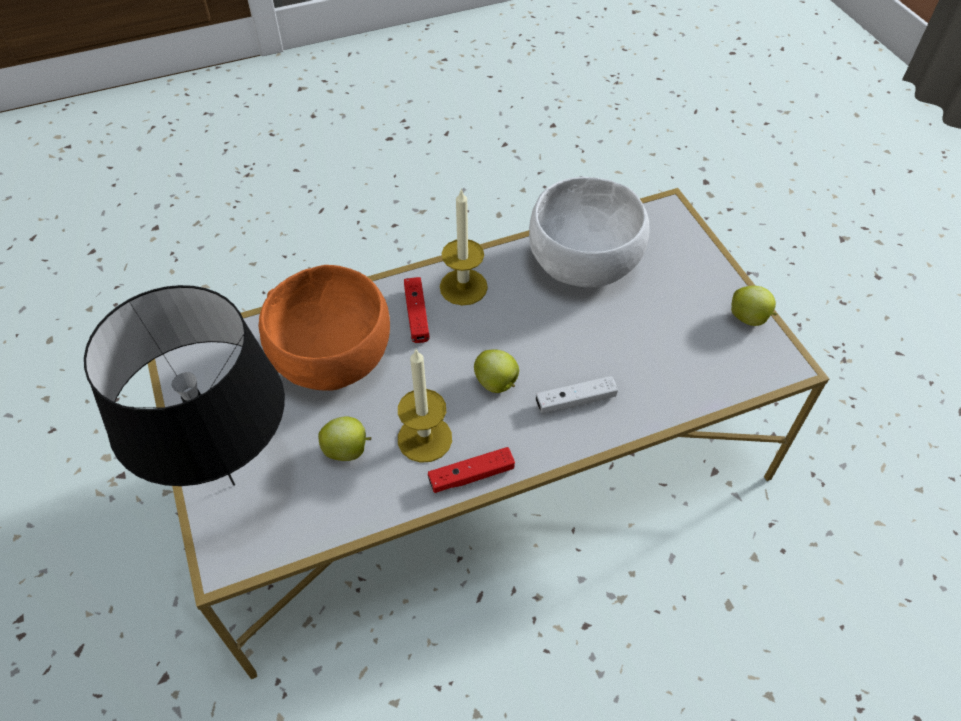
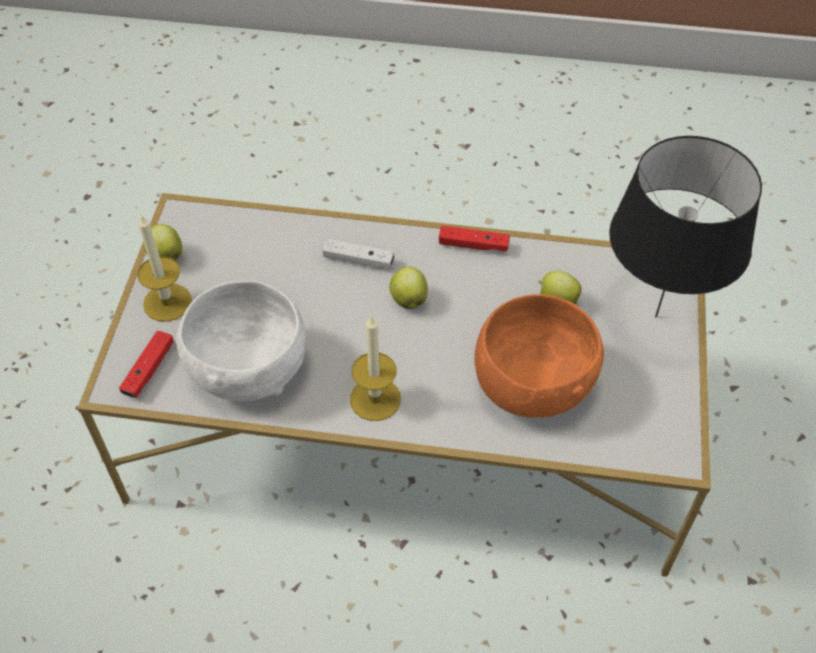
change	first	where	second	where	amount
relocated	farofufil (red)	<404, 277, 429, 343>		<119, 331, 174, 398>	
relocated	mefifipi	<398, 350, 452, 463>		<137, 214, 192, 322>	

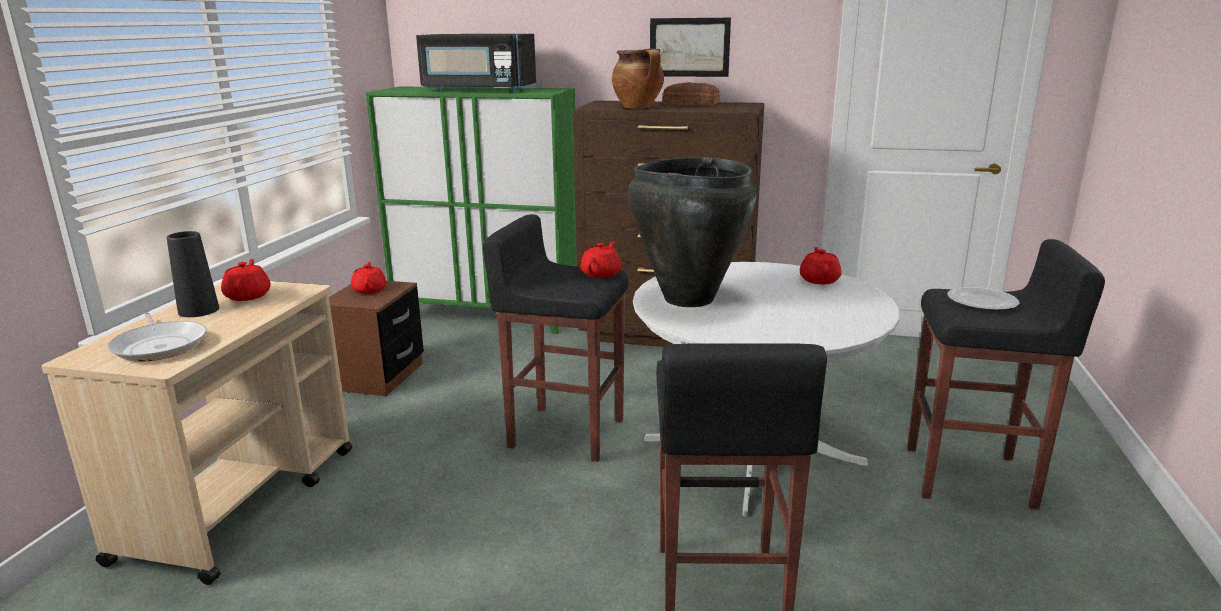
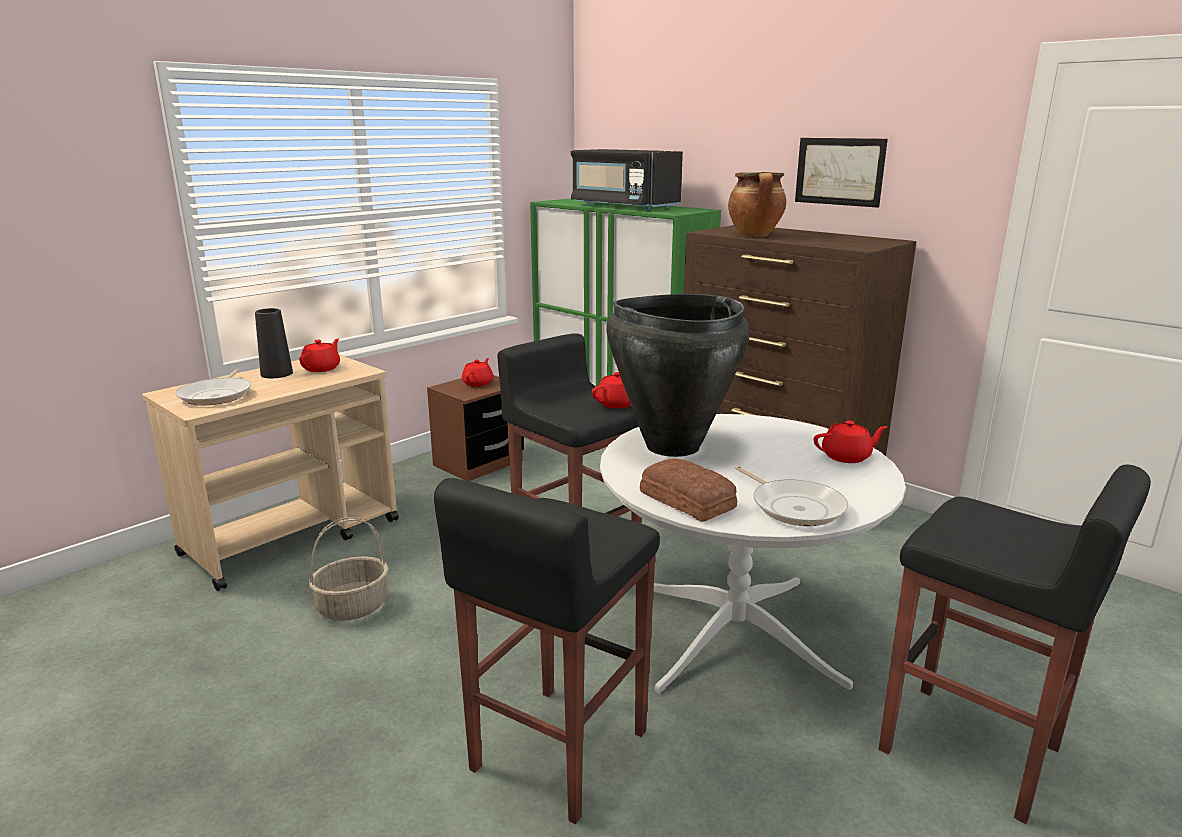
change	first	where	second	where	amount
relocated	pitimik	<662, 82, 720, 106>		<640, 459, 737, 522>	
spun	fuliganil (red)	<800, 247, 842, 284>		<814, 421, 888, 463>	45 degrees clockwise
missing	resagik	<947, 287, 1019, 310>			
appeared			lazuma	<735, 466, 848, 526>	
appeared			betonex	<309, 517, 389, 621>	

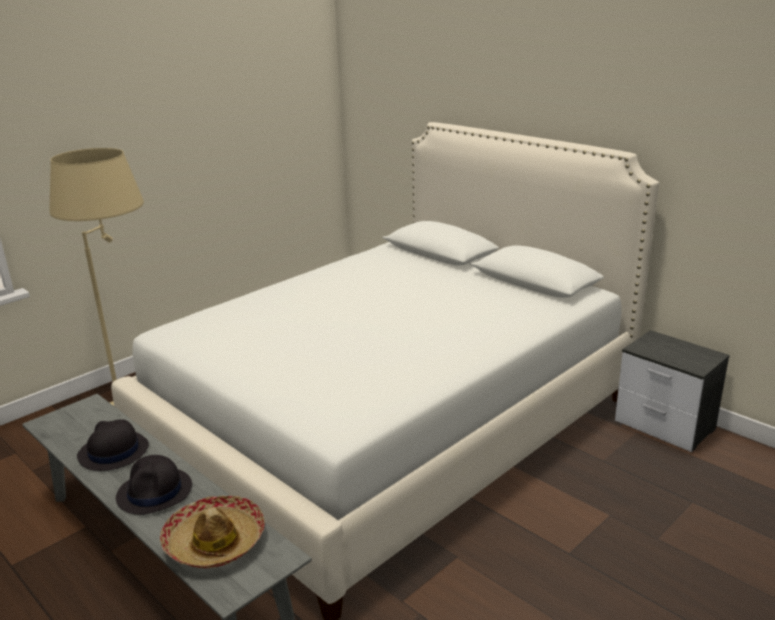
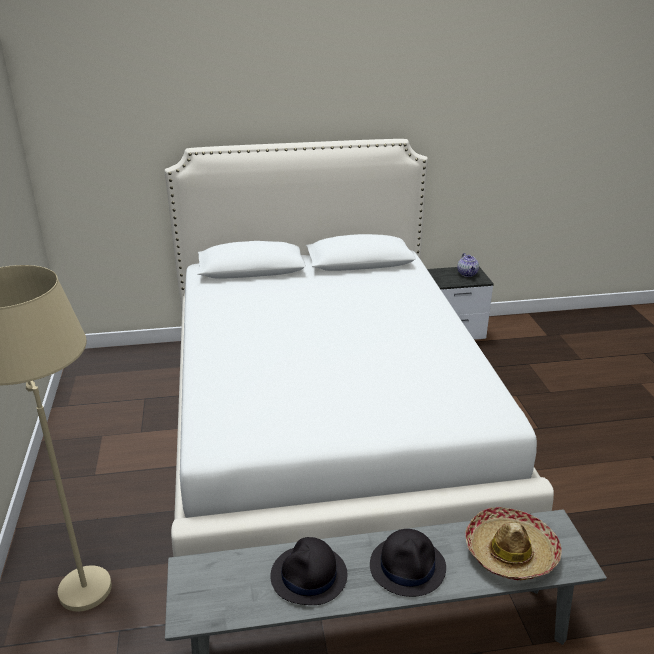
change	first	where	second	where	amount
appeared			fuliganil	<457, 253, 479, 277>	

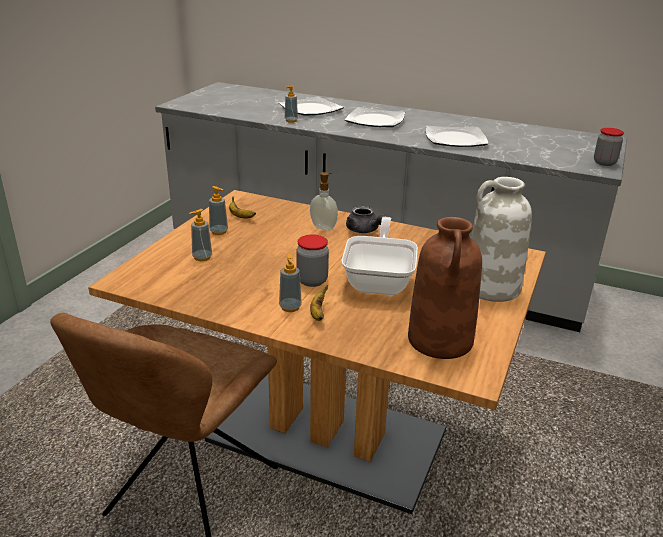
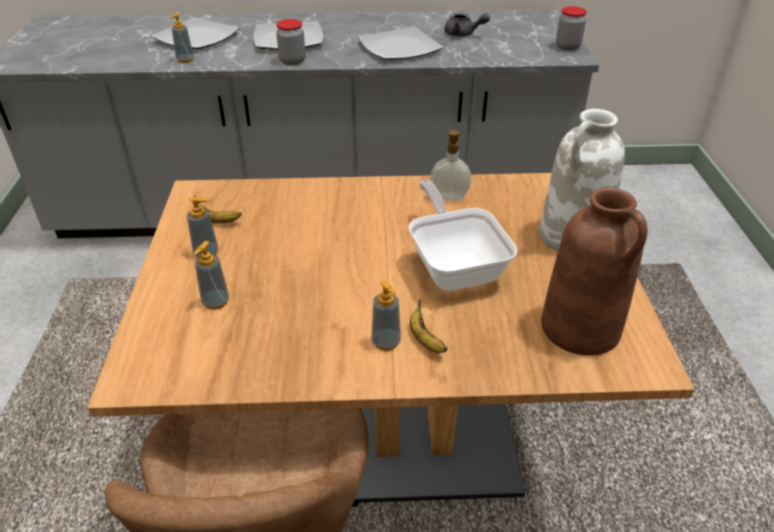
change	first	where	second	where	amount
relocated	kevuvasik	<310, 172, 338, 231>		<431, 129, 471, 201>	
relocated	fuliganil (grey)	<346, 206, 387, 233>		<445, 12, 490, 37>	
relocated	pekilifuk	<296, 234, 329, 287>		<276, 19, 305, 65>	

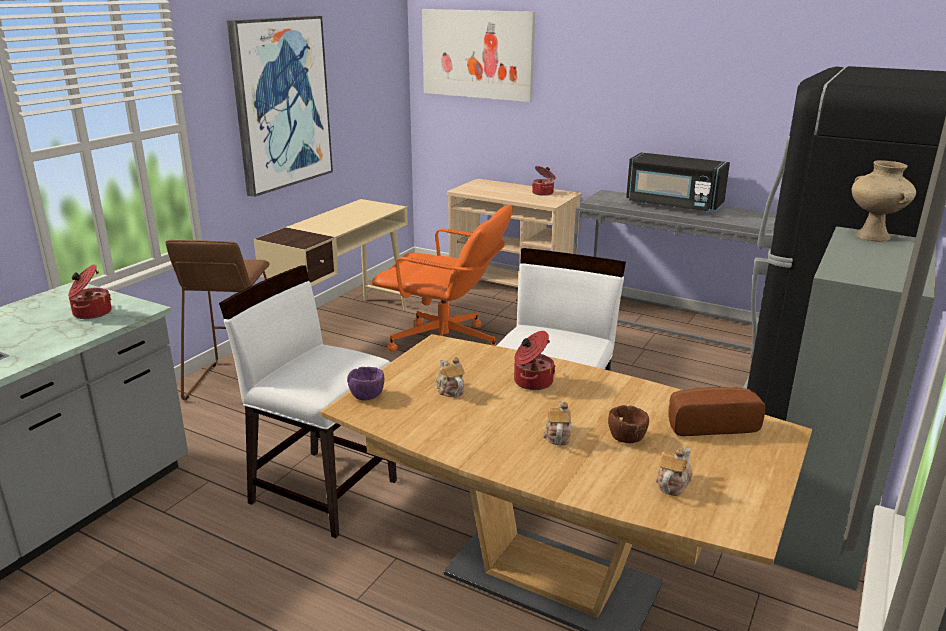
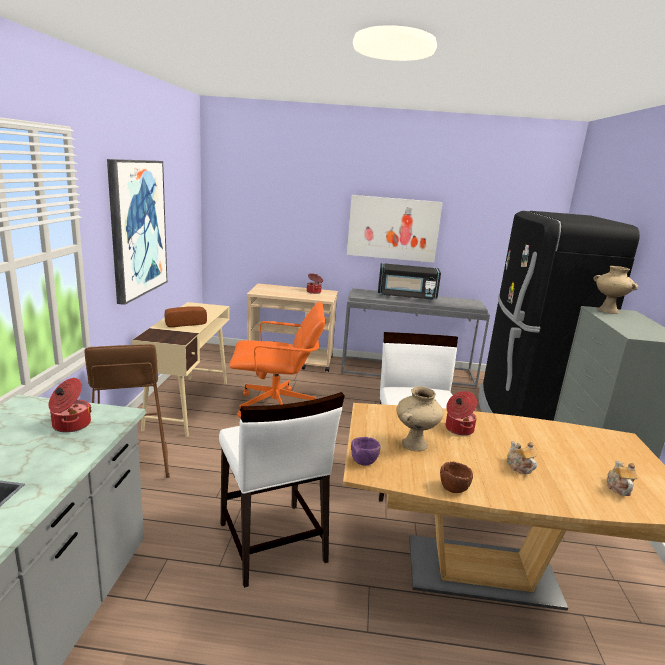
change	first	where	second	where	amount
relocated	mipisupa	<422, 9, 535, 102>		<347, 195, 443, 263>	
spun	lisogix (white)	<219, 266, 397, 538>		<219, 392, 345, 588>	120 degrees counterclockwise
exchanged	fuliganil	<436, 357, 465, 397>	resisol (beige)	<397, 386, 443, 451>	
relocated	pitimik	<668, 387, 765, 436>		<165, 306, 207, 327>	
relocated	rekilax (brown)	<608, 405, 649, 443>		<440, 462, 473, 493>	

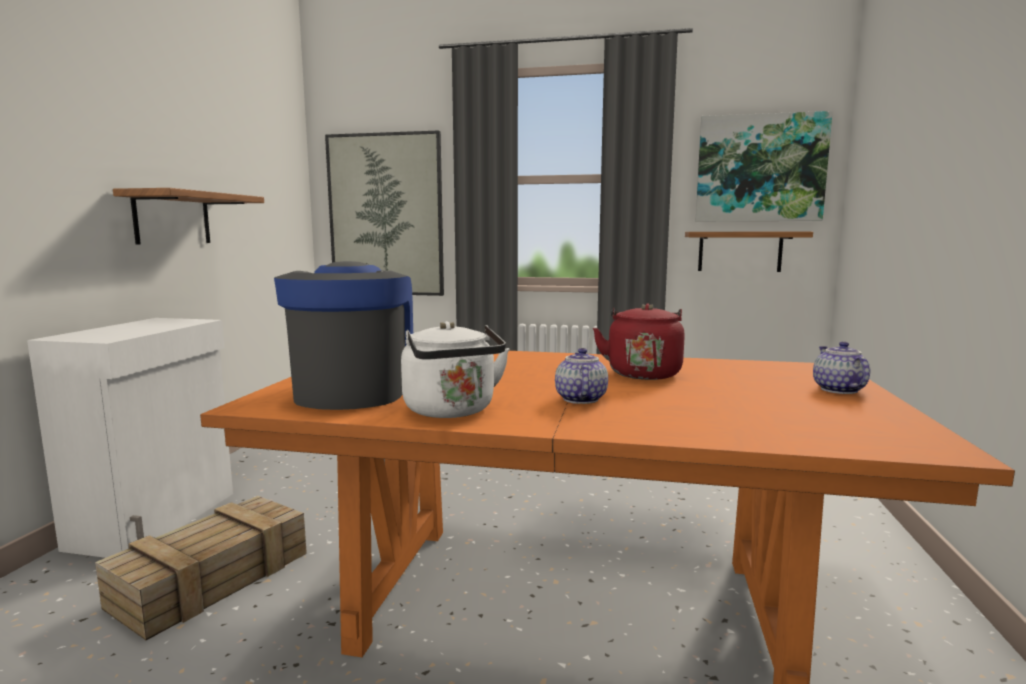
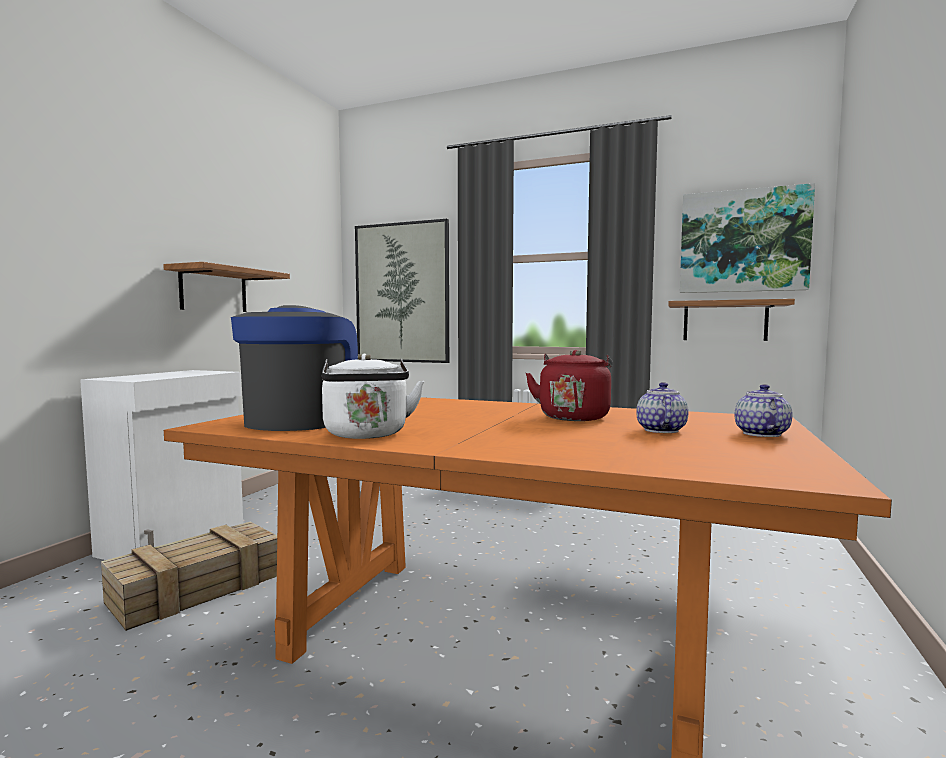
change	first	where	second	where	amount
relocated	fuliganil	<555, 348, 608, 404>		<636, 382, 689, 433>	

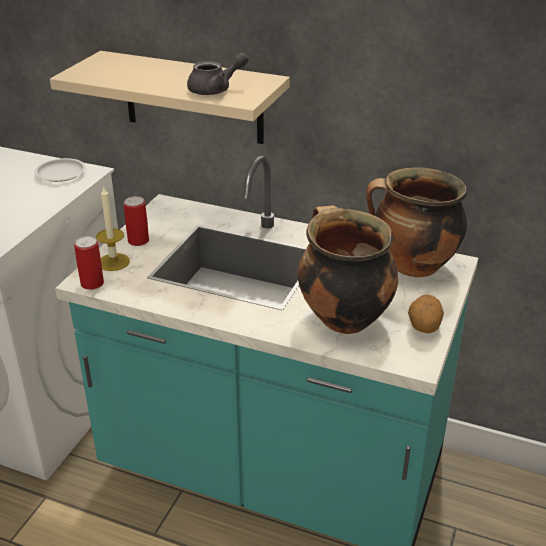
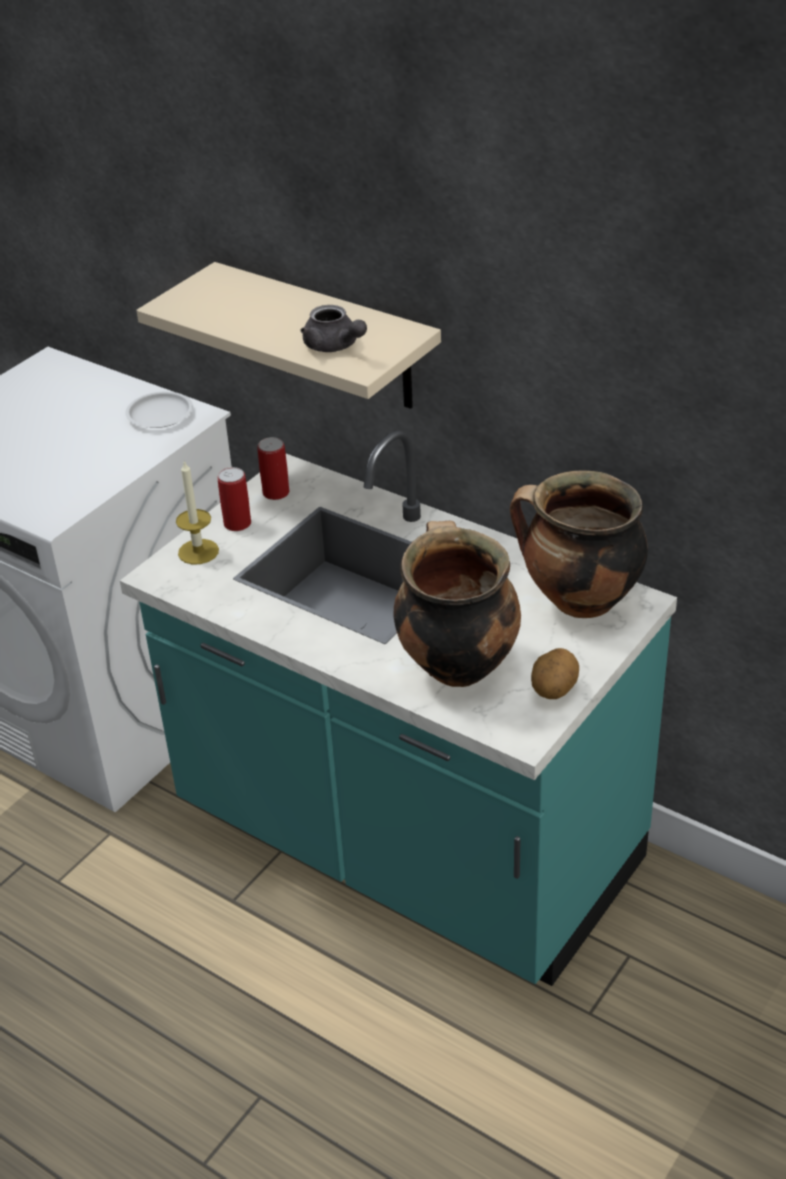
change	first	where	second	where	amount
spun	fuliganil (grey)	<187, 52, 249, 95>		<300, 305, 367, 352>	60 degrees clockwise
relocated	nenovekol	<74, 236, 104, 290>		<257, 437, 289, 500>	

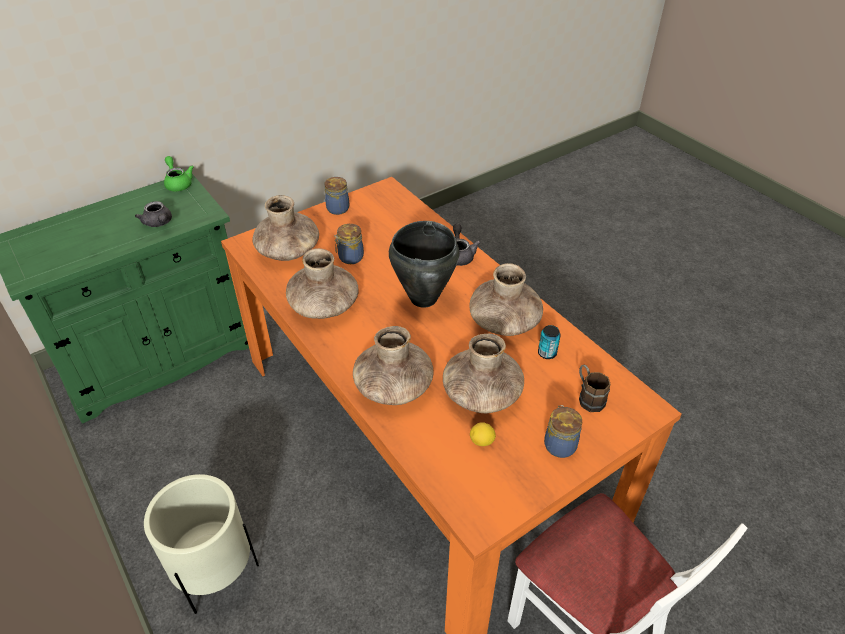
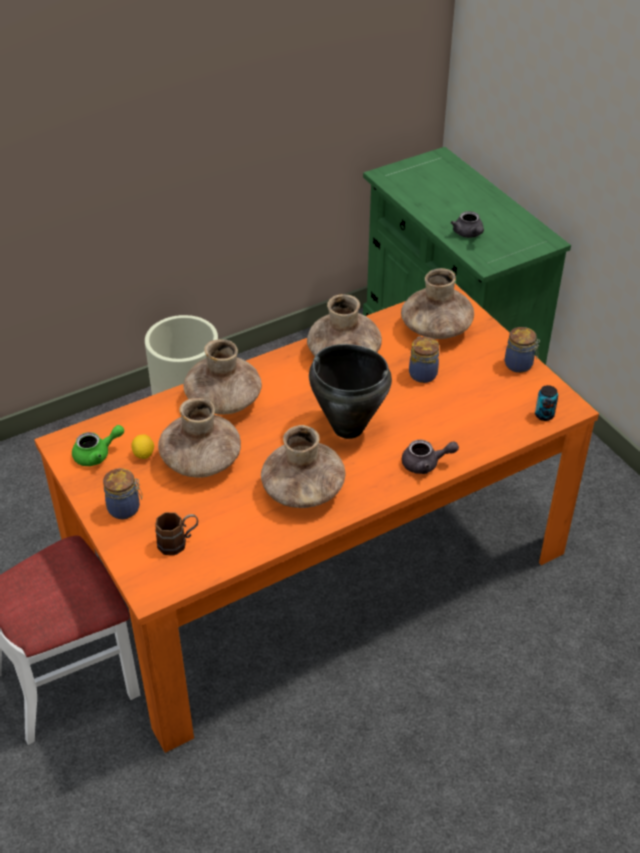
change	first	where	second	where	amount
relocated	fuliganil (green)	<164, 156, 194, 191>		<72, 425, 124, 466>	
spun	fuliganil (grey)	<135, 201, 172, 227>		<451, 211, 484, 238>	75 degrees counterclockwise
relocated	nenovekol	<538, 325, 561, 359>		<535, 385, 558, 421>	

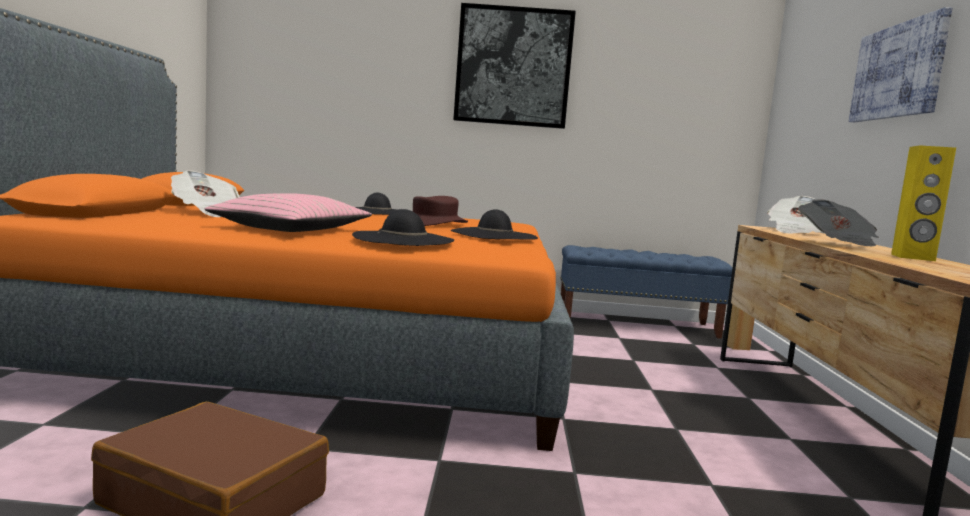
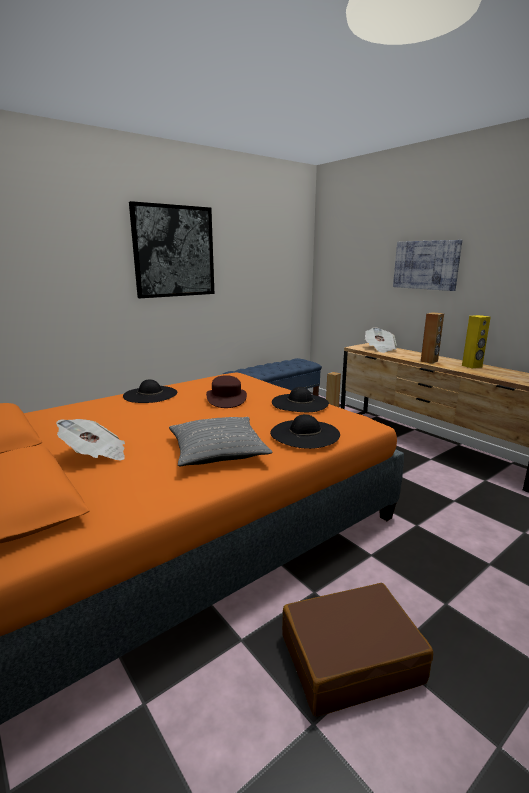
change	first	where	second	where	amount
colour	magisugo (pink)	<205, 193, 372, 232>	magisugo (grey)	<169, 417, 273, 466>	
exchanged	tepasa	<799, 200, 879, 246>	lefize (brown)	<421, 312, 444, 364>	

